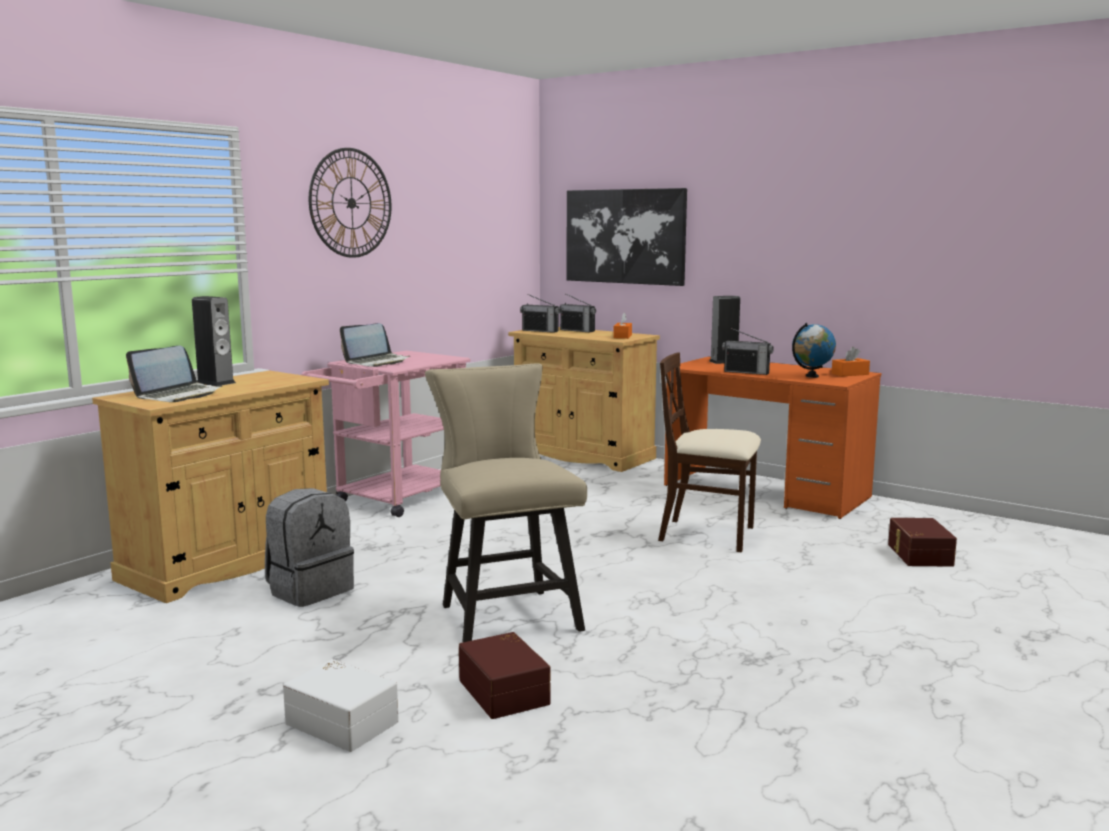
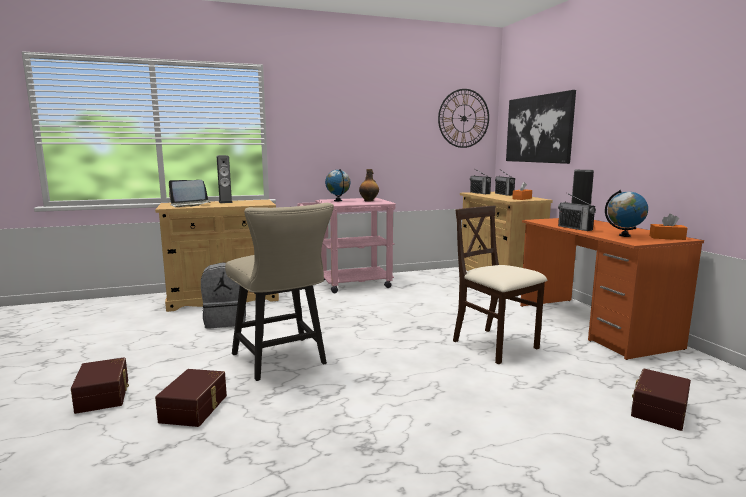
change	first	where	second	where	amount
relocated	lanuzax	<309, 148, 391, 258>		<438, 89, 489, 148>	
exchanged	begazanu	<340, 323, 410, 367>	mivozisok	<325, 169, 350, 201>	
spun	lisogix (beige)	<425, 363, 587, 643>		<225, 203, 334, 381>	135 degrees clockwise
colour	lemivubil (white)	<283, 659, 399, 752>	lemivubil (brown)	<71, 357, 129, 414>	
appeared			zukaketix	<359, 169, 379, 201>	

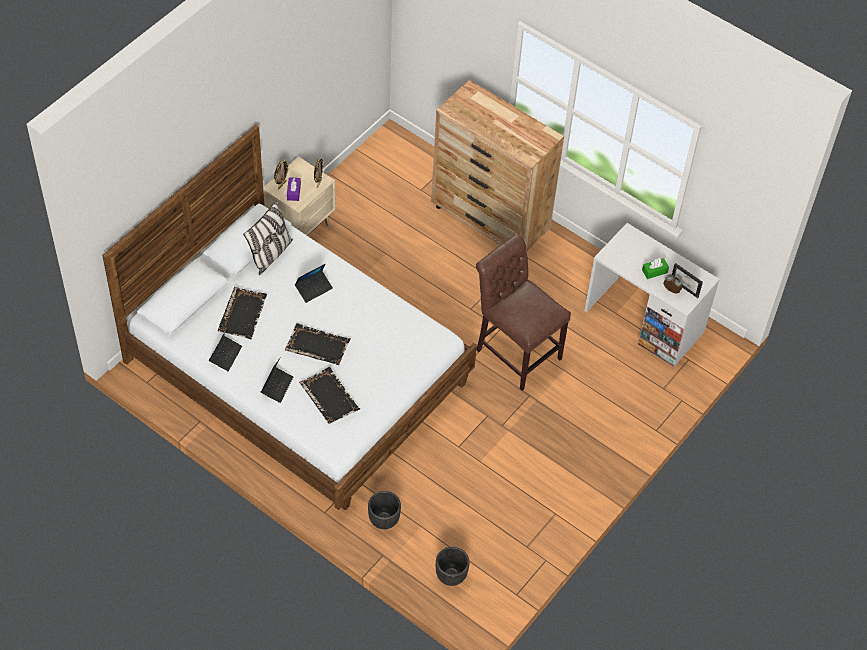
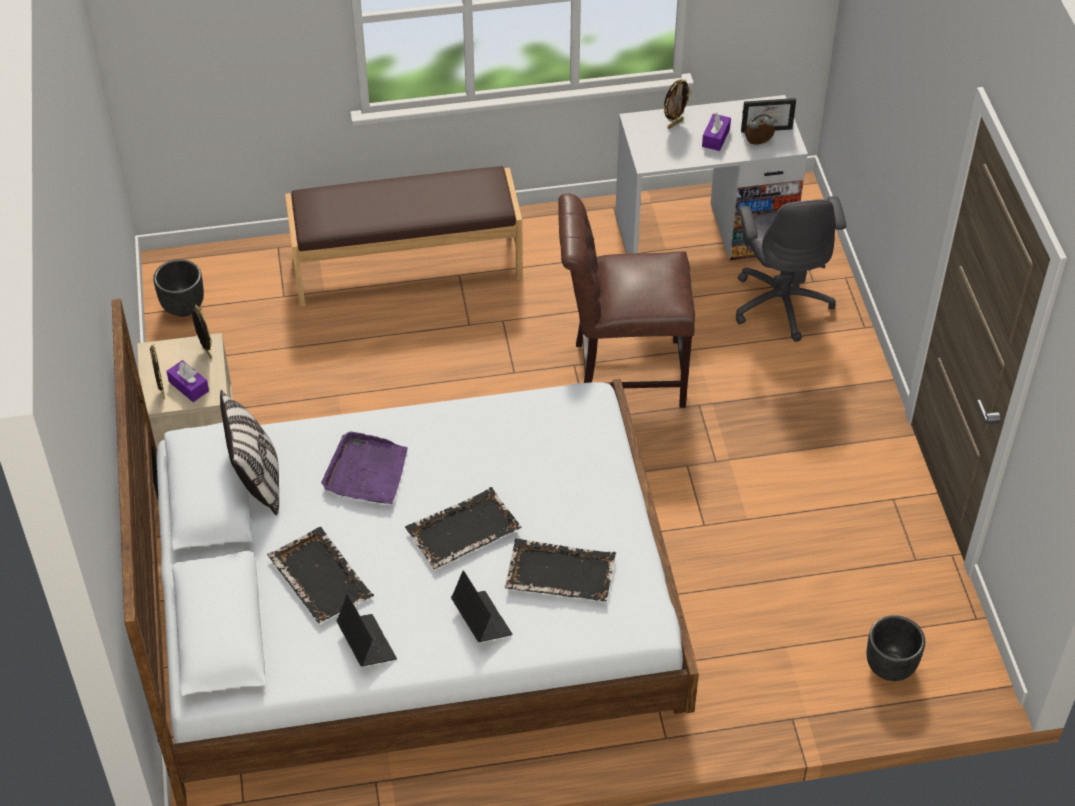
change	first	where	second	where	amount
exchanged	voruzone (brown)	<431, 80, 564, 251>	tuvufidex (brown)	<285, 166, 523, 307>	
colour	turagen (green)	<642, 258, 669, 279>	turagen (purple)	<702, 113, 731, 151>	
exchanged	begazanu	<295, 264, 333, 303>	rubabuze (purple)	<321, 431, 408, 504>	
relocated	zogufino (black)	<368, 491, 401, 529>		<153, 259, 204, 317>	
appeared			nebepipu	<663, 79, 691, 129>	
appeared			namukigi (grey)	<736, 196, 846, 342>	

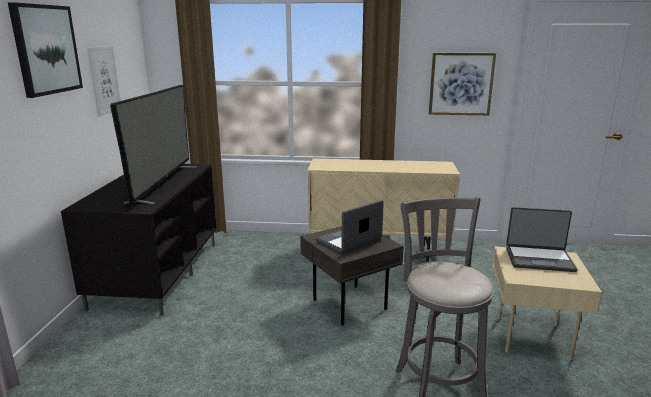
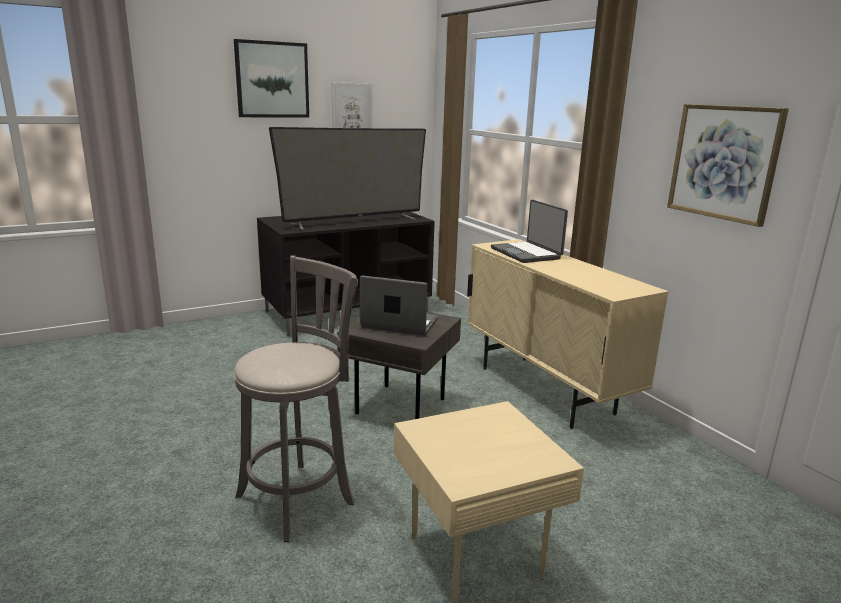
change	first	where	second	where	amount
relocated	begazanu	<506, 207, 578, 272>		<491, 199, 568, 263>	

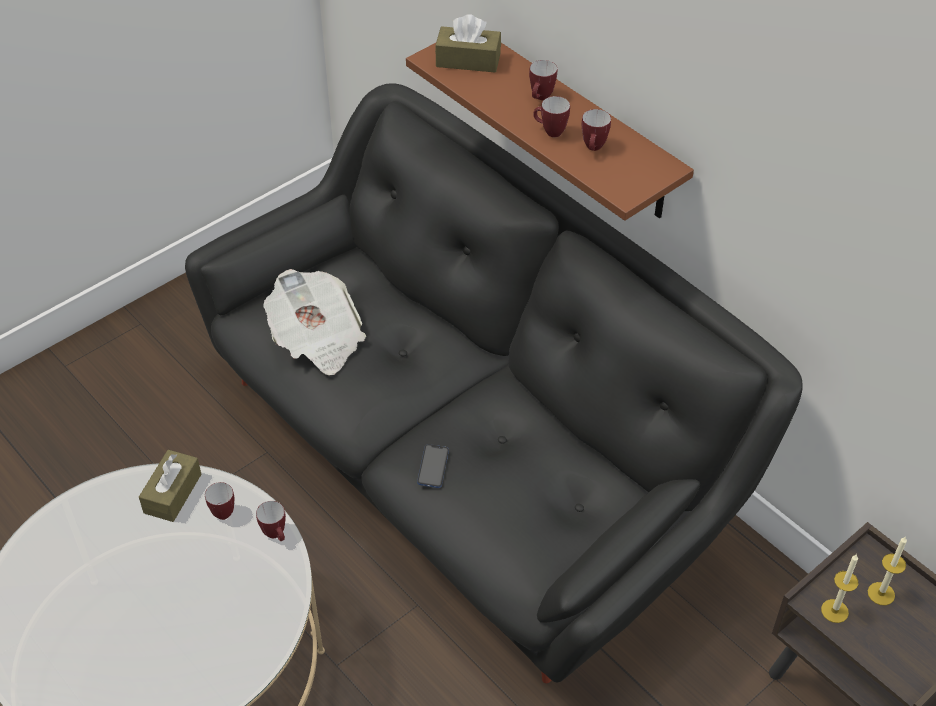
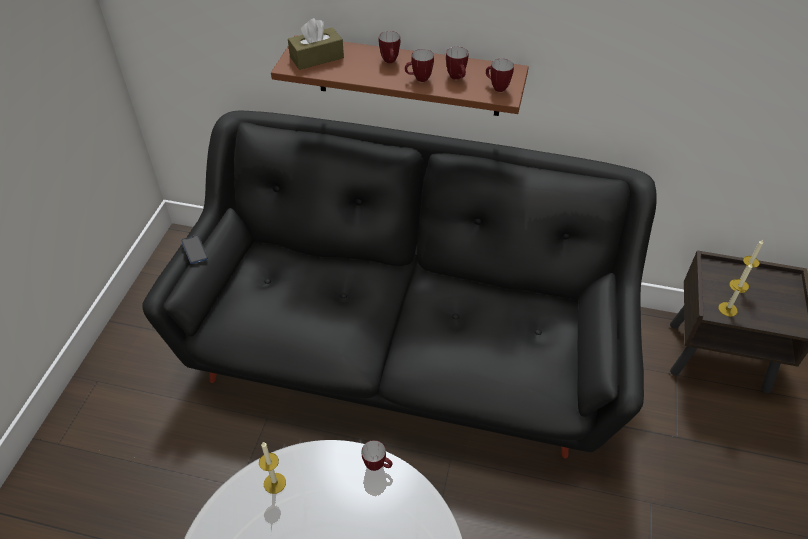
change	first	where	second	where	amount
missing	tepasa	<263, 269, 366, 375>			
relocated	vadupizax	<417, 444, 449, 488>		<181, 235, 208, 264>	
exchanged	turagen (brown)	<139, 450, 201, 522>	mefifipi	<259, 442, 286, 494>	
relocated	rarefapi	<205, 482, 234, 520>		<486, 59, 514, 92>	

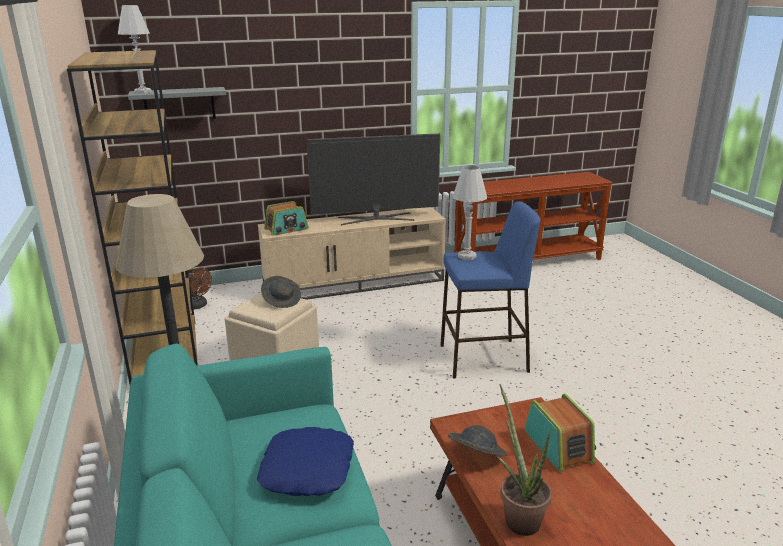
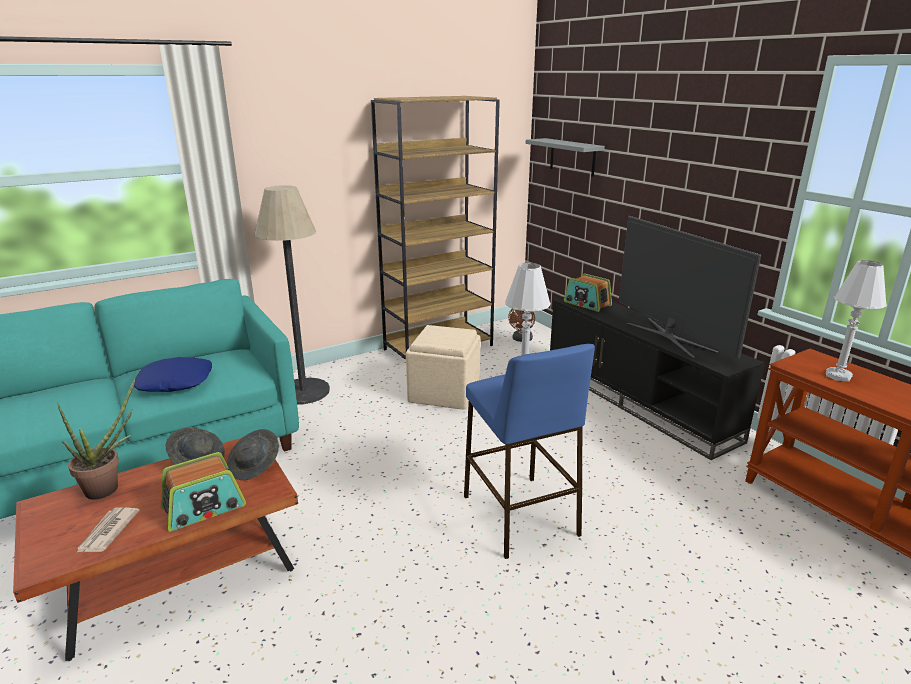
change	first	where	second	where	amount
relocated	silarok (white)	<118, 5, 152, 94>		<826, 260, 887, 382>	
colour	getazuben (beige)	<258, 207, 446, 300>	getazuben (black)	<550, 298, 765, 460>	
relocated	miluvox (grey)	<261, 276, 301, 308>		<227, 429, 279, 480>	
appeared			tepasa	<76, 507, 139, 553>	

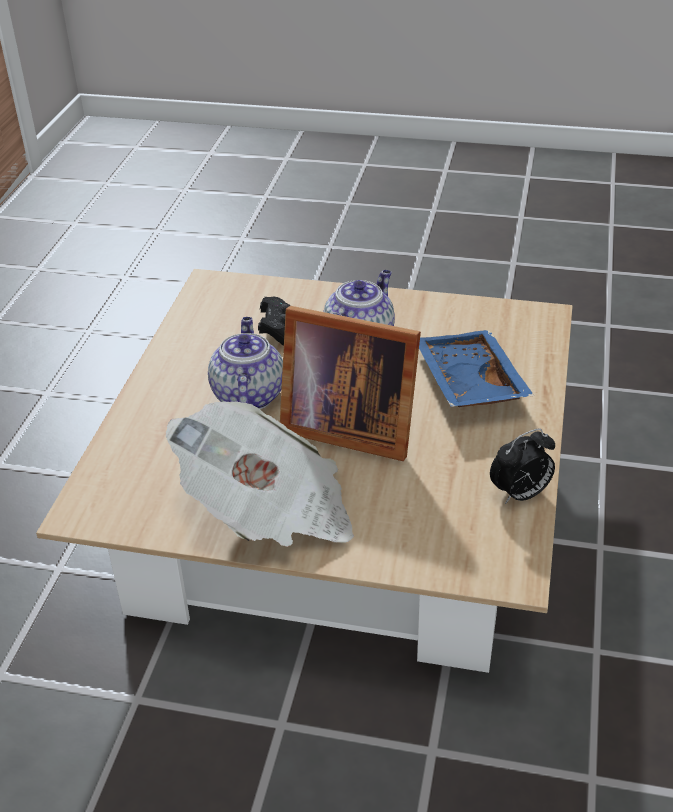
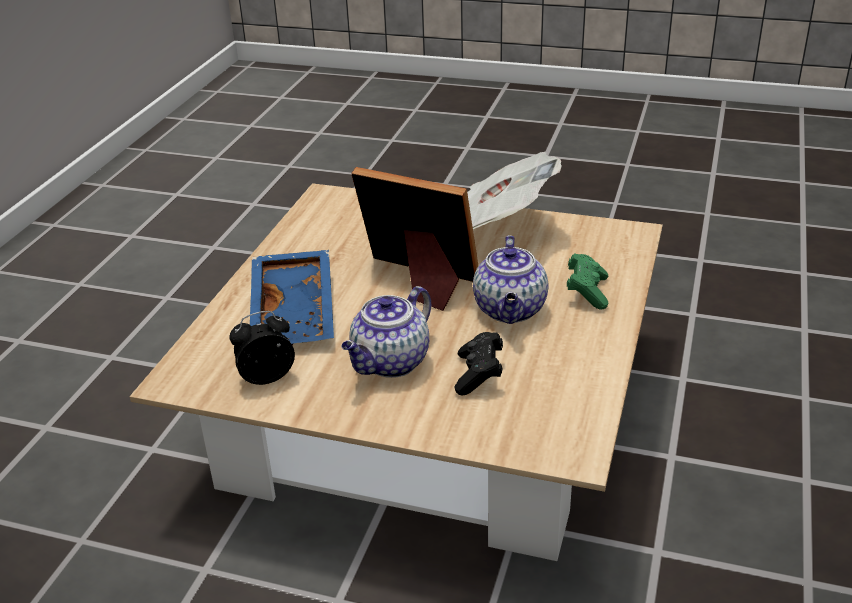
change	first	where	second	where	amount
relocated	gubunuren	<490, 428, 555, 504>		<229, 311, 295, 385>	
appeared			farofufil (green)	<567, 254, 608, 310>	

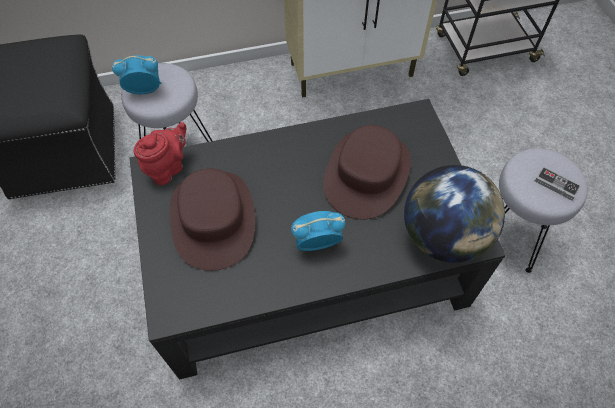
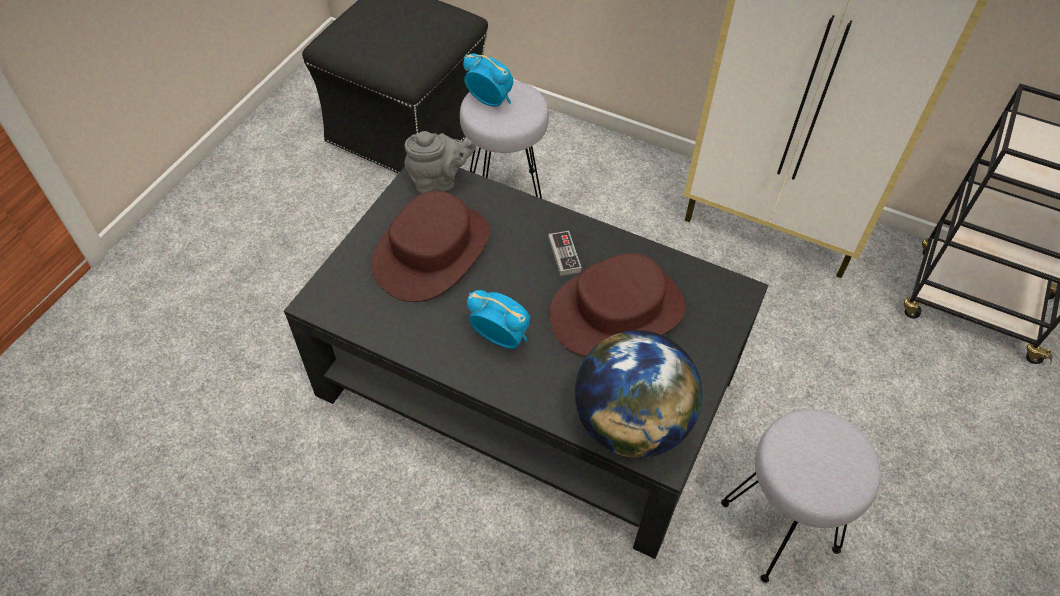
change	first	where	second	where	amount
colour	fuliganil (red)	<134, 122, 186, 186>	fuliganil (grey)	<404, 131, 476, 194>	
relocated	farofufil	<535, 166, 581, 200>		<548, 231, 582, 276>	

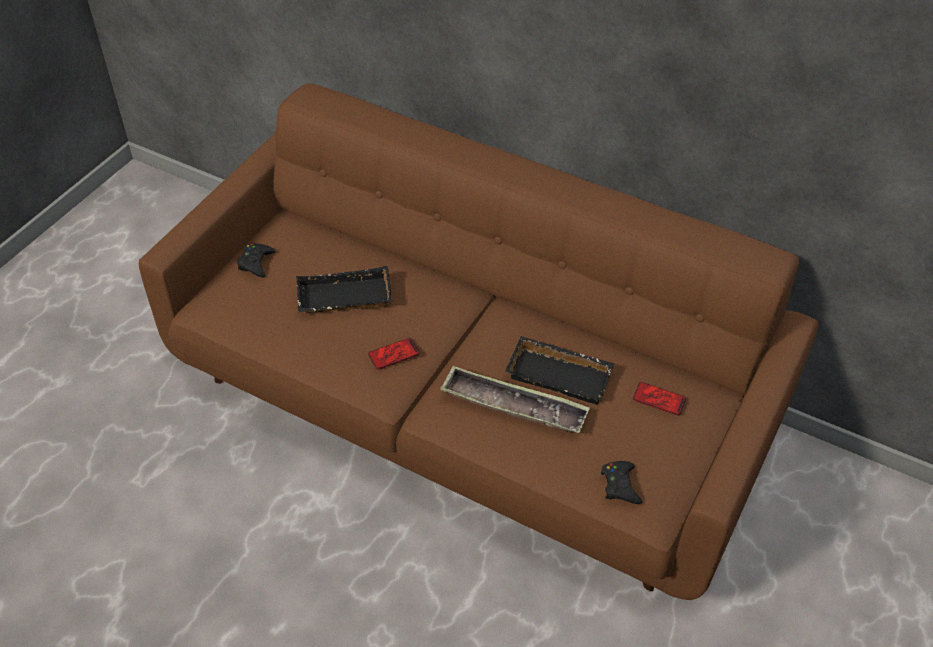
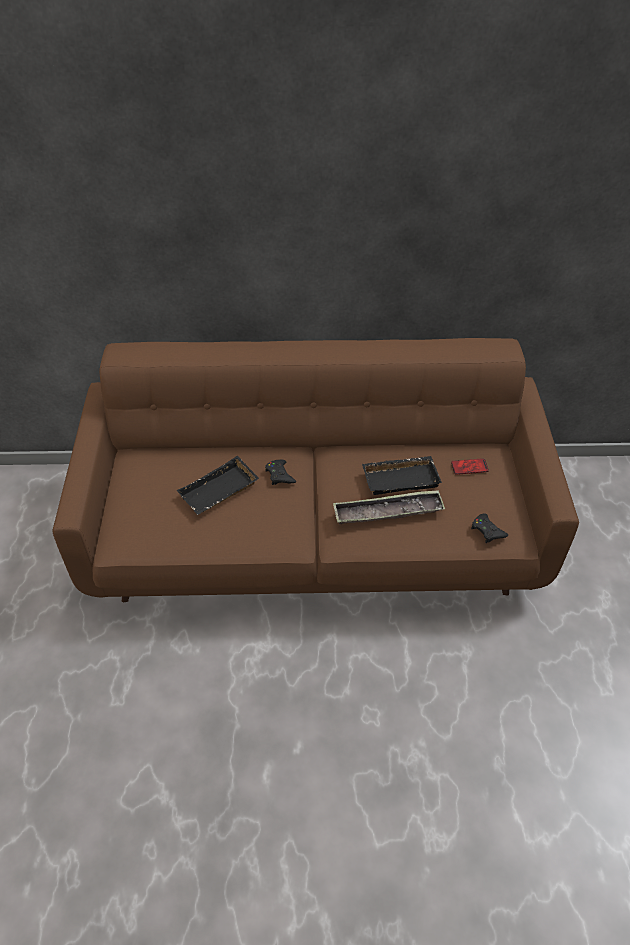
change	first	where	second	where	amount
relocated	farofufil (black)	<237, 243, 276, 278>		<265, 459, 296, 485>	
missing	vadupizax	<368, 338, 419, 370>			

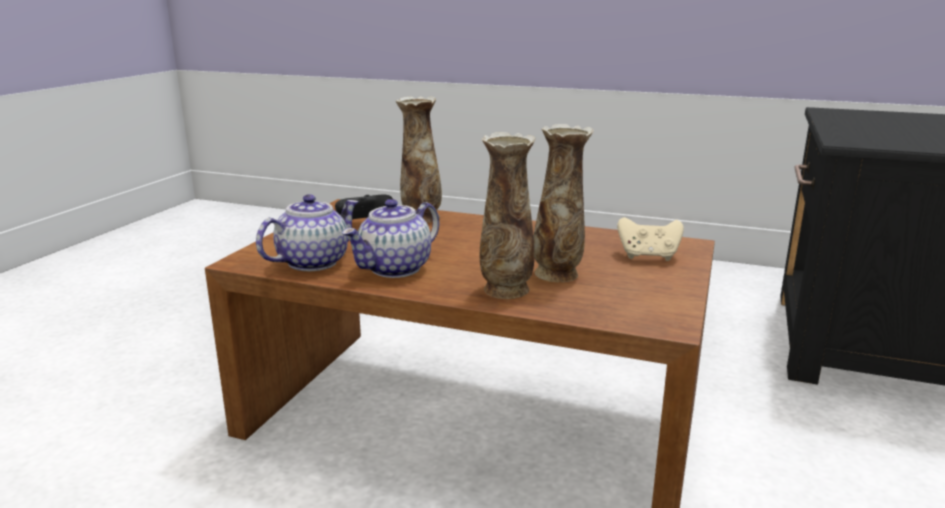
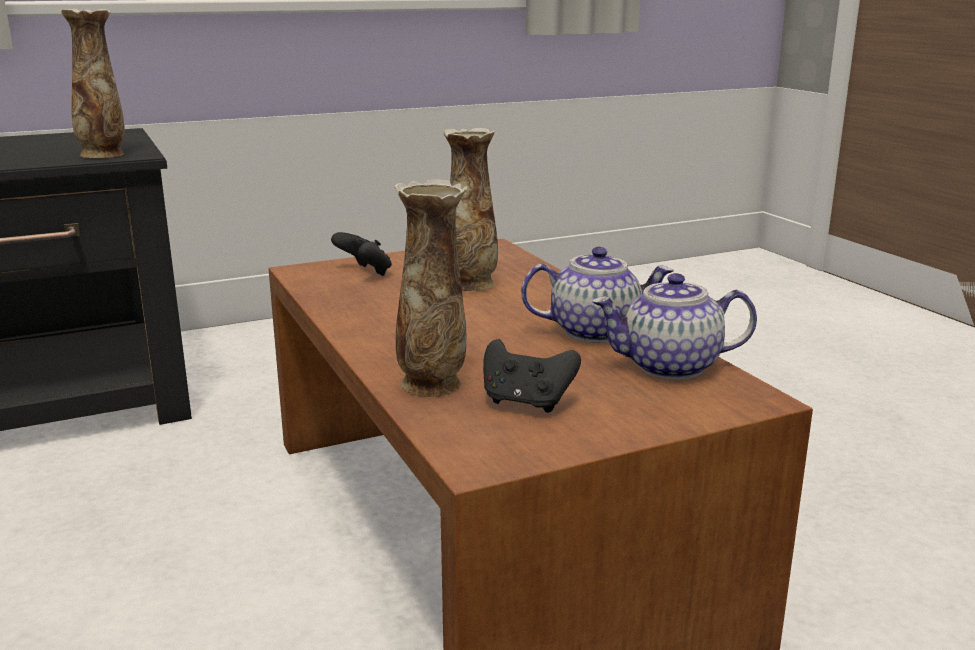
change	first	where	second	where	amount
relocated	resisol	<480, 132, 535, 299>		<60, 9, 125, 158>	
colour	farofufil (beige)	<617, 217, 684, 261>	farofufil (black)	<331, 232, 392, 276>	

